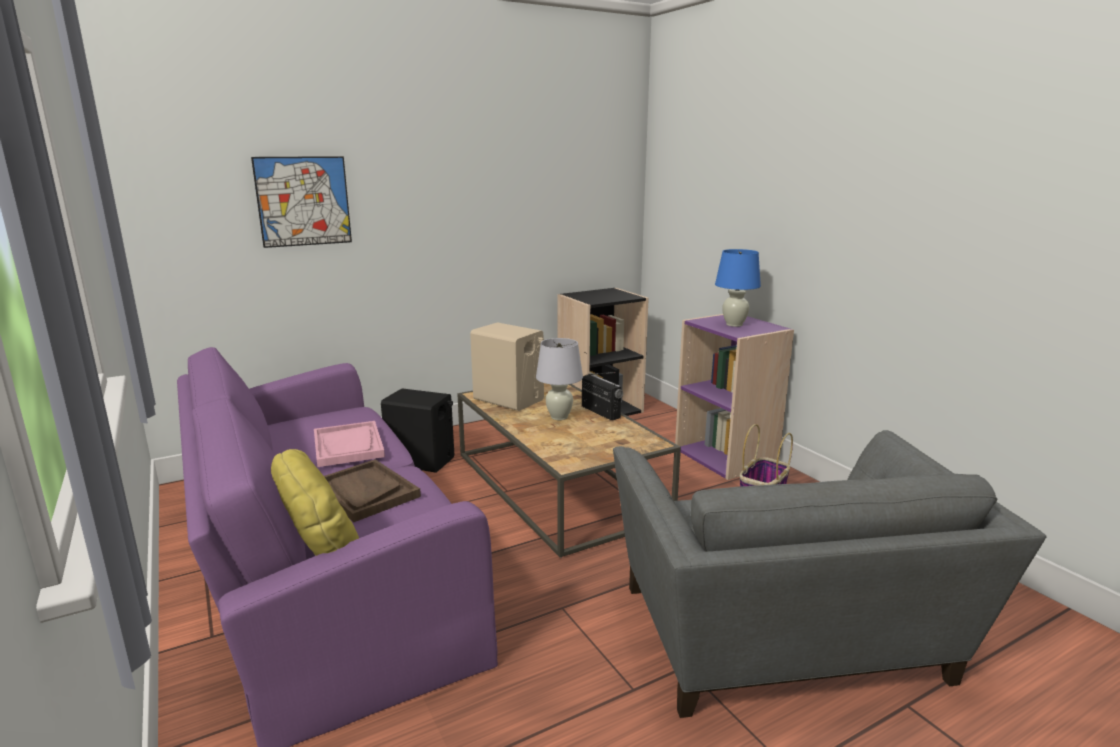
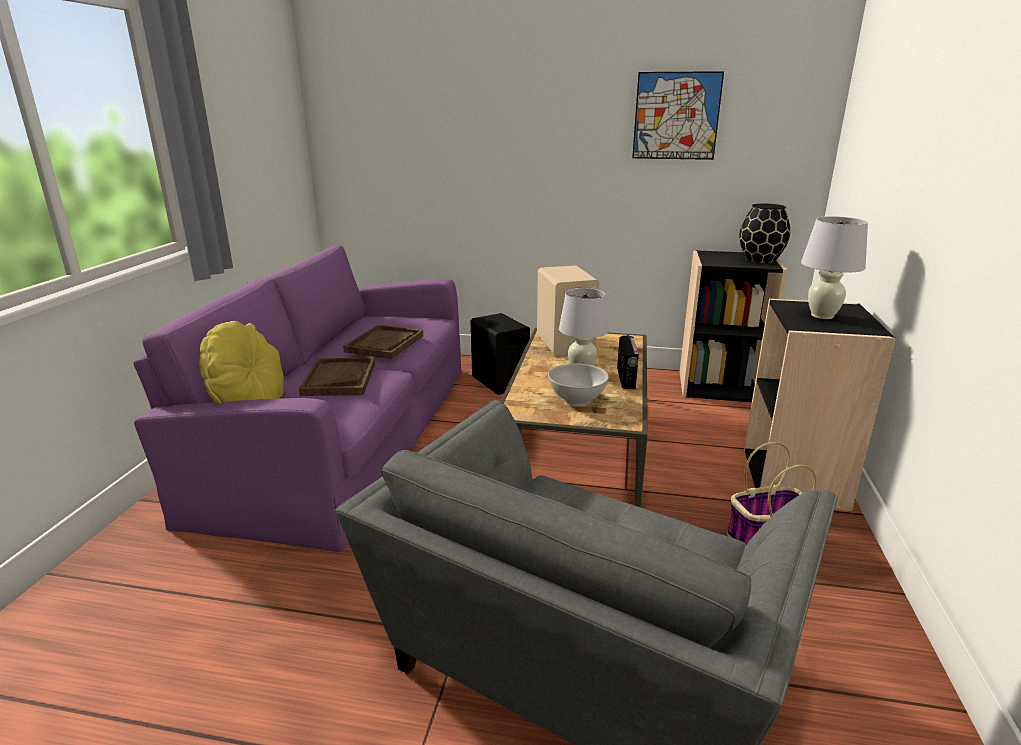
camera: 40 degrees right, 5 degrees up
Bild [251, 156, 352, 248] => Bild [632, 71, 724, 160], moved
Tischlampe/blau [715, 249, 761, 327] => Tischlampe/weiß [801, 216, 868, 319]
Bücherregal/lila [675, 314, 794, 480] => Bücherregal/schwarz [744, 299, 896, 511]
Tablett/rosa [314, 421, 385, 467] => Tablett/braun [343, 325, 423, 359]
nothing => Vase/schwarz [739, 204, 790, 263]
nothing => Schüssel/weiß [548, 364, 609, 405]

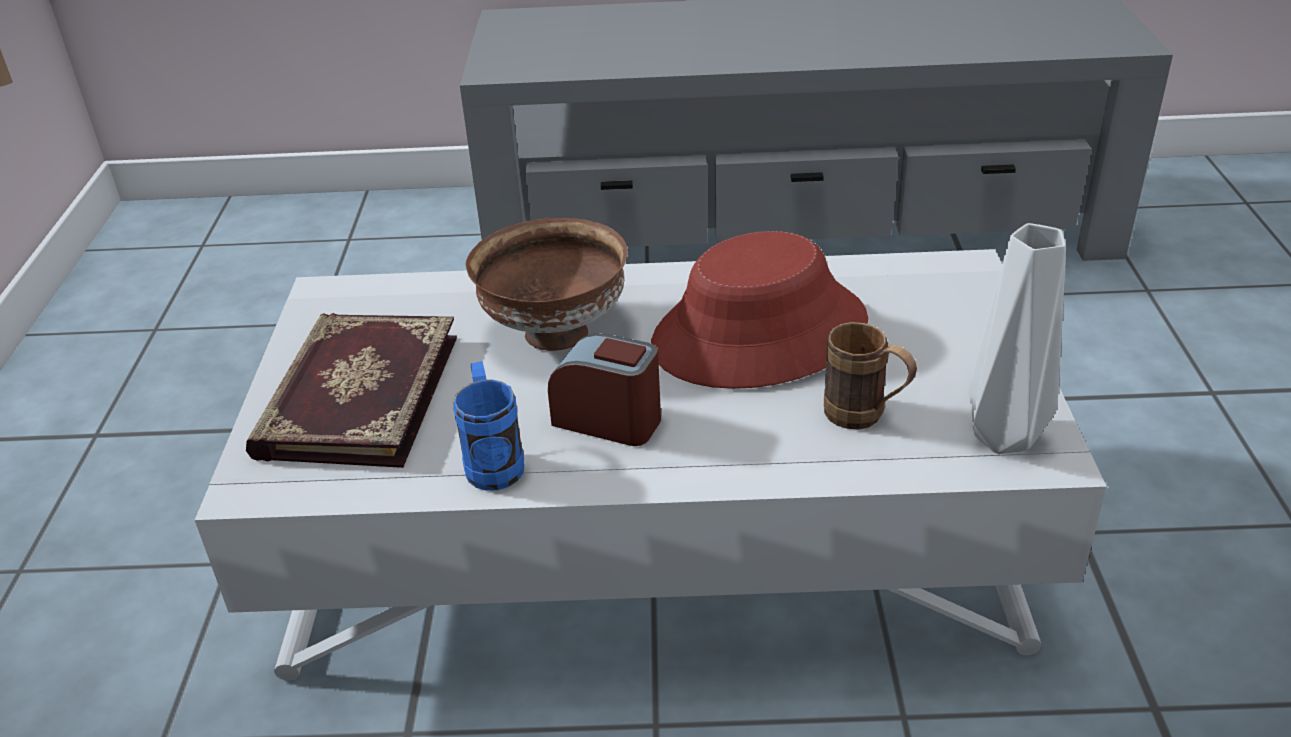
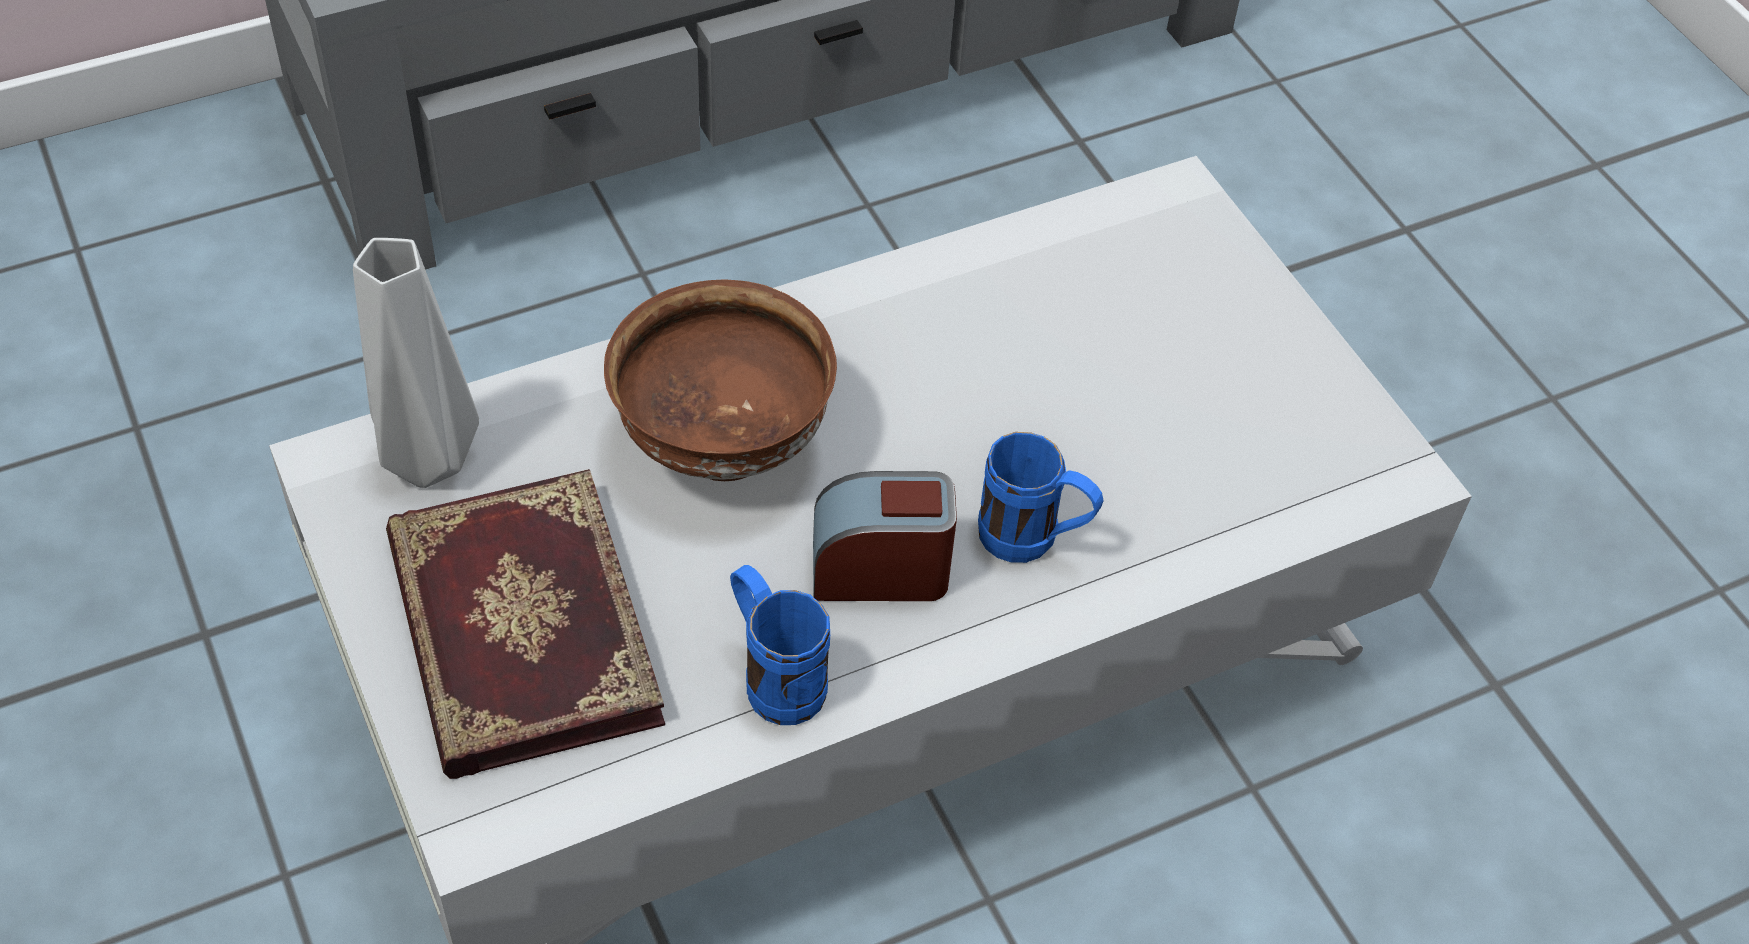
camera: 30 degrees left, 15 degrees up
Vase/grau [969, 223, 1066, 454] => Vase/grau [353, 238, 479, 488], moved
Hut/rot [651, 231, 868, 389] => nothing
Henkelbecher/braun [824, 322, 917, 430] => nothing
nothing => Henkelbecher/blau [978, 432, 1104, 563]

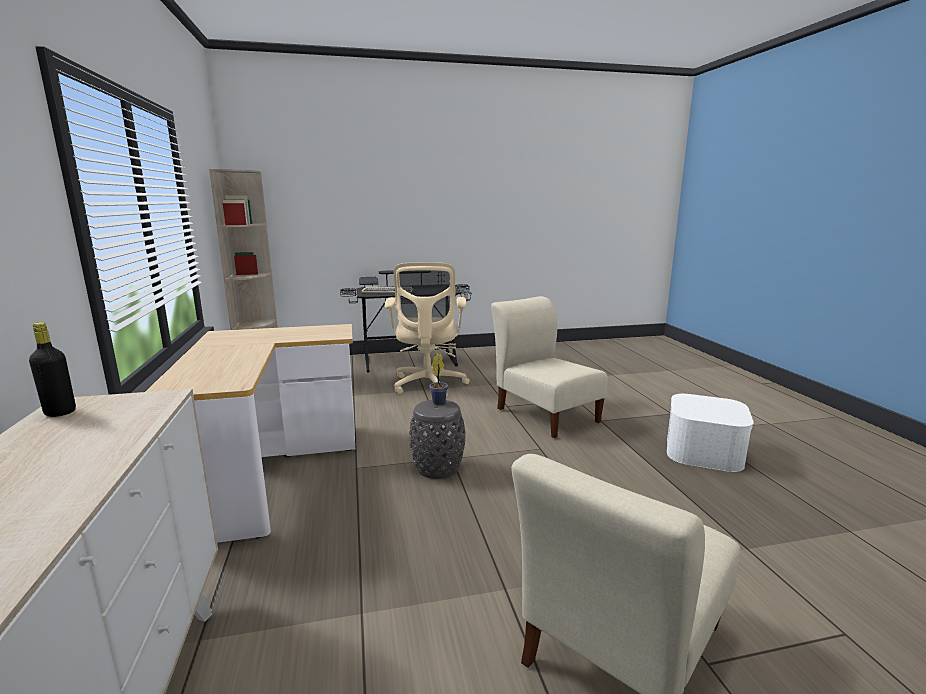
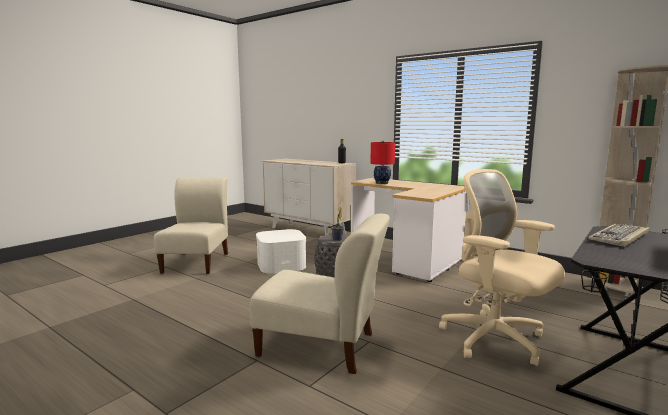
camera: 140 degrees right, 5 degrees down
Aufbewahrungsbox/weiß [667, 394, 754, 472] => Aufbewahrungsbox/weiß [256, 229, 306, 273], moved
nothing => Tischlampe/rot [370, 140, 395, 184]

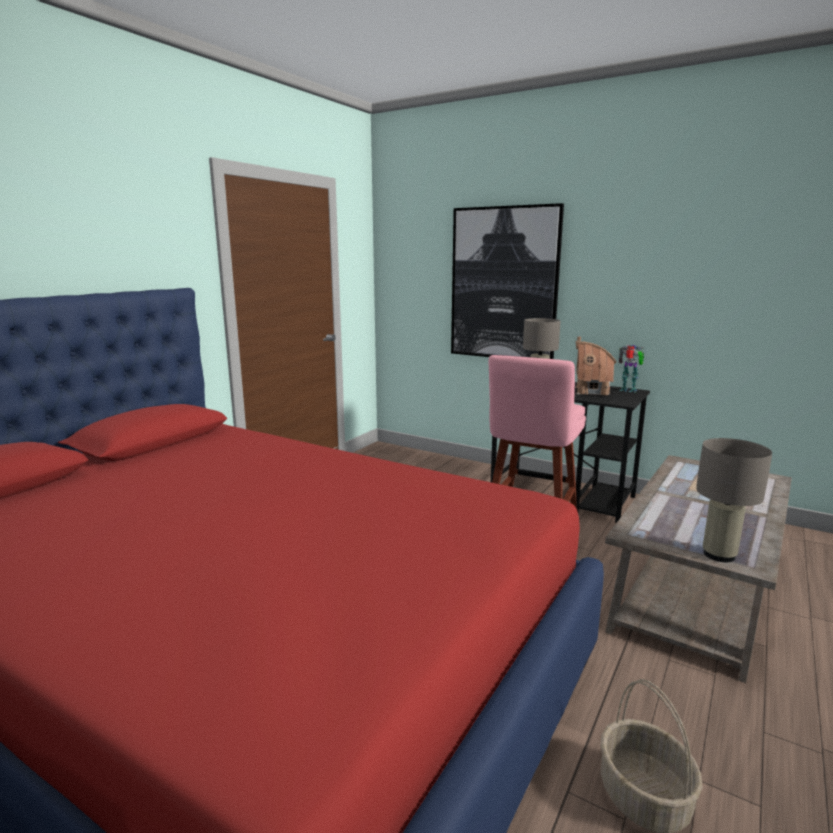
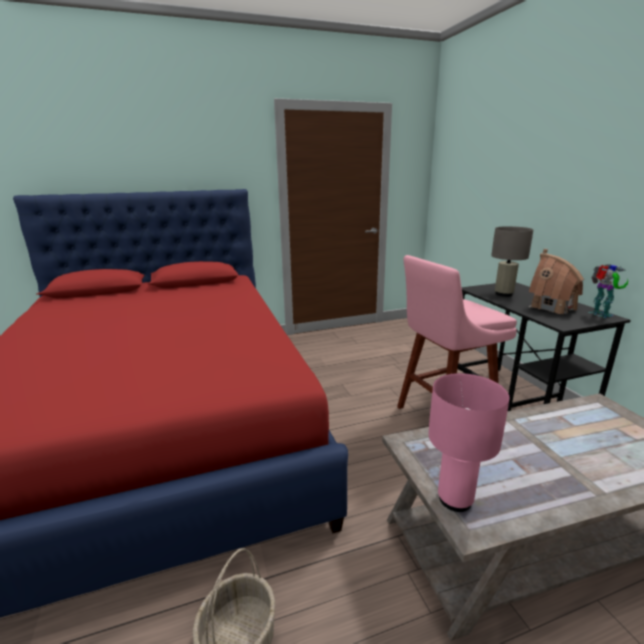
camera: 40 degrees right, 5 degrees up
Bild [451, 203, 564, 359] => nothing
Tischlampe/grau [696, 438, 772, 562] => Tischlampe/rosa [429, 373, 509, 512]

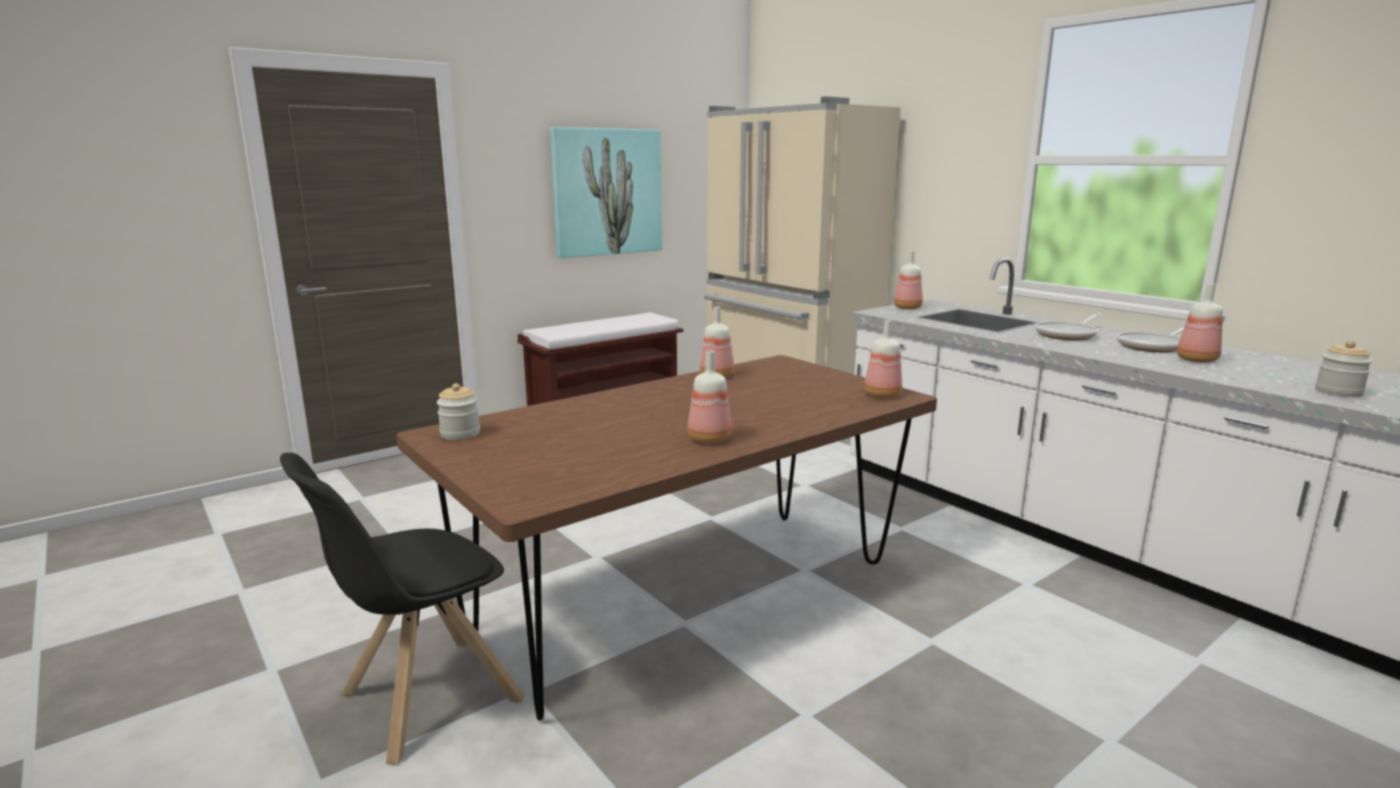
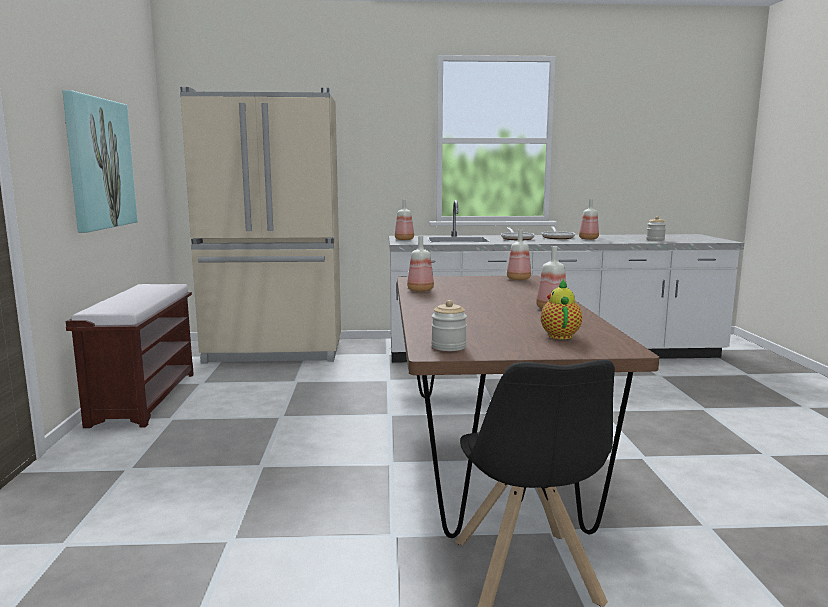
camera: 55 degrees left, 5 degrees down
nothing => Teekanne [541, 279, 582, 339]

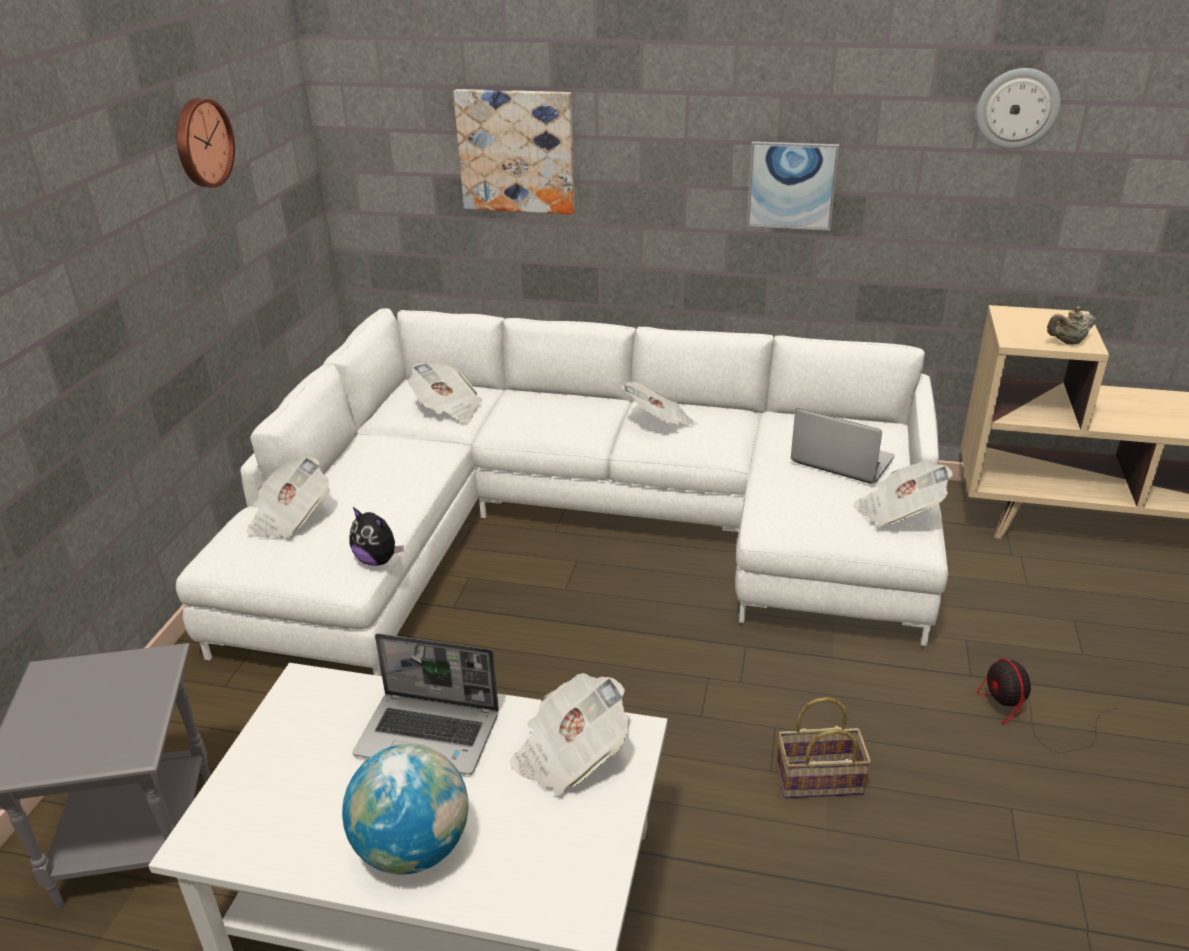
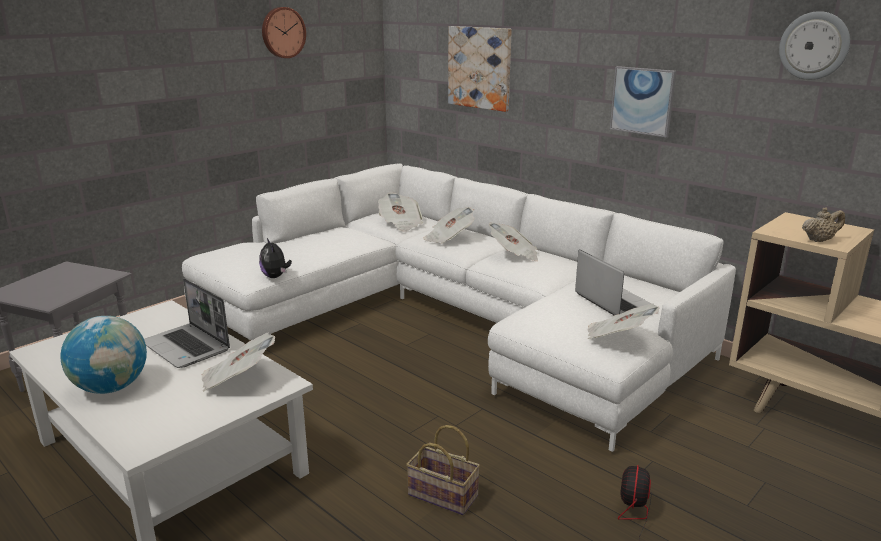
camera: 30 degrees right, 10 degrees down
Teekanne/beige [1047, 307, 1096, 345] => Teekanne/beige [802, 207, 845, 242], 150 degrees clockwise
Zeitung [247, 457, 329, 538] => Zeitung [424, 207, 475, 244], moved

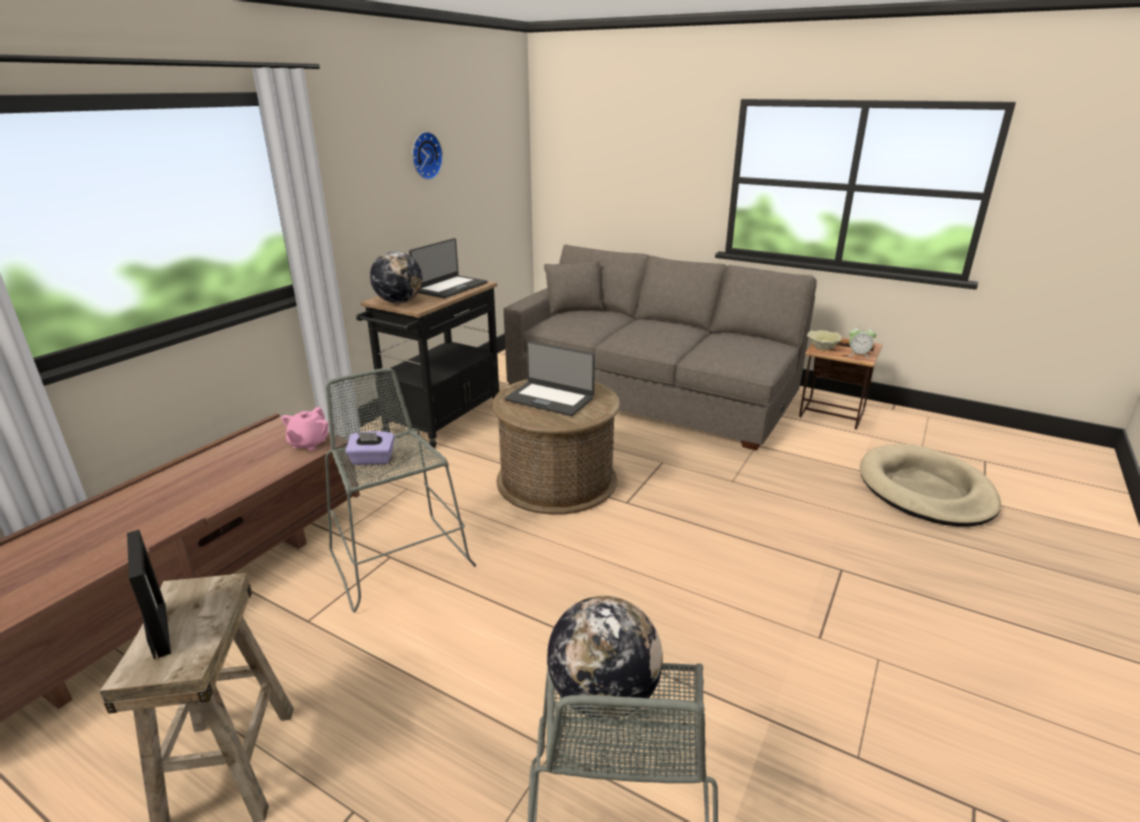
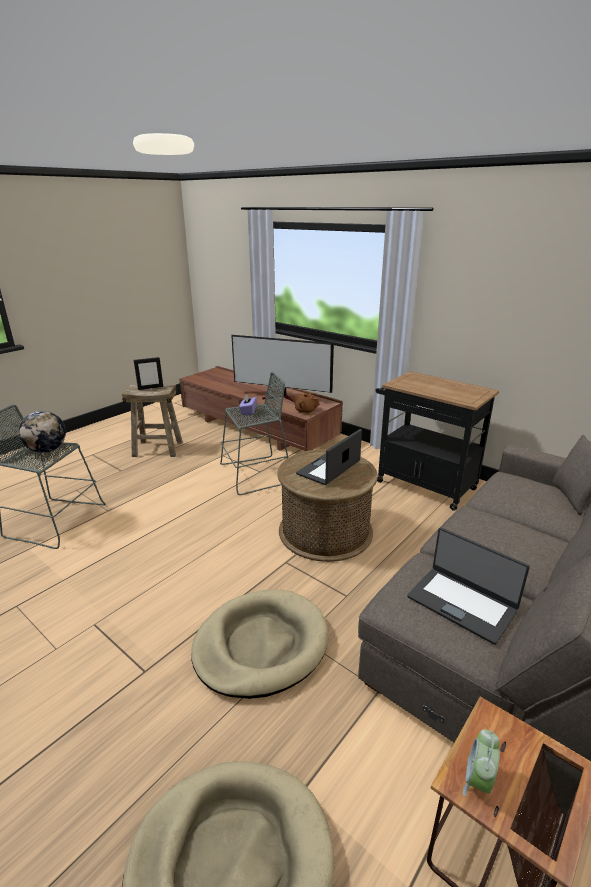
camera: 100 degrees right, 0 degrees up
Wanduhr [412, 132, 443, 180] => nothing
Laptop [409, 238, 487, 298] => Laptop [407, 527, 530, 645], moved
Globus [370, 251, 422, 303] => nothing
Schüssel/beige [807, 331, 842, 350] => nothing
Teekanne/rosa [281, 407, 329, 450] => Teekanne/braun [292, 393, 320, 414]
nothing => Fernseher [231, 335, 334, 402]
nothing => Hundebett/beige [191, 590, 329, 699]

